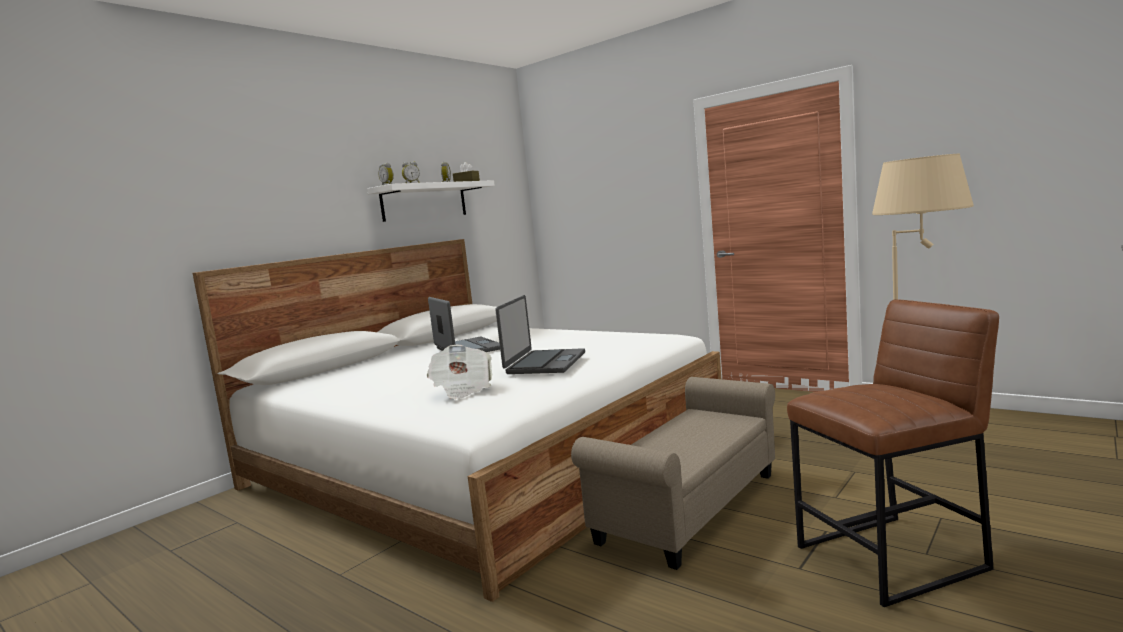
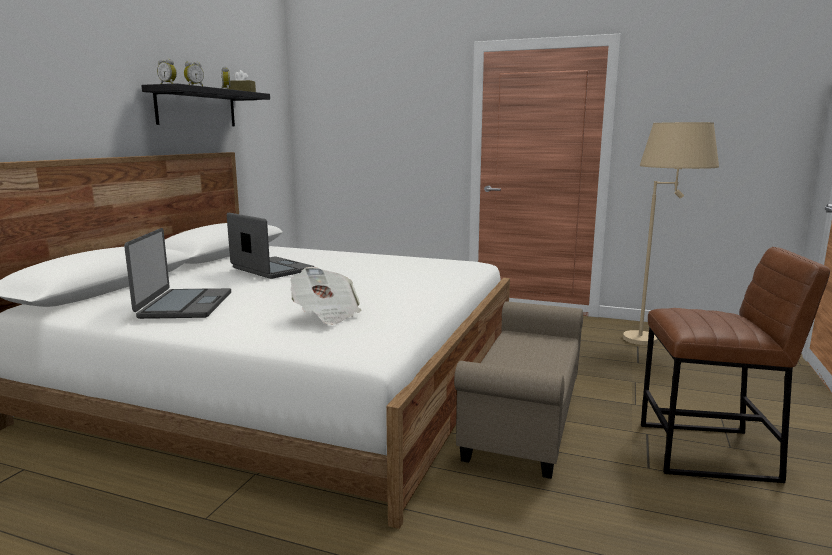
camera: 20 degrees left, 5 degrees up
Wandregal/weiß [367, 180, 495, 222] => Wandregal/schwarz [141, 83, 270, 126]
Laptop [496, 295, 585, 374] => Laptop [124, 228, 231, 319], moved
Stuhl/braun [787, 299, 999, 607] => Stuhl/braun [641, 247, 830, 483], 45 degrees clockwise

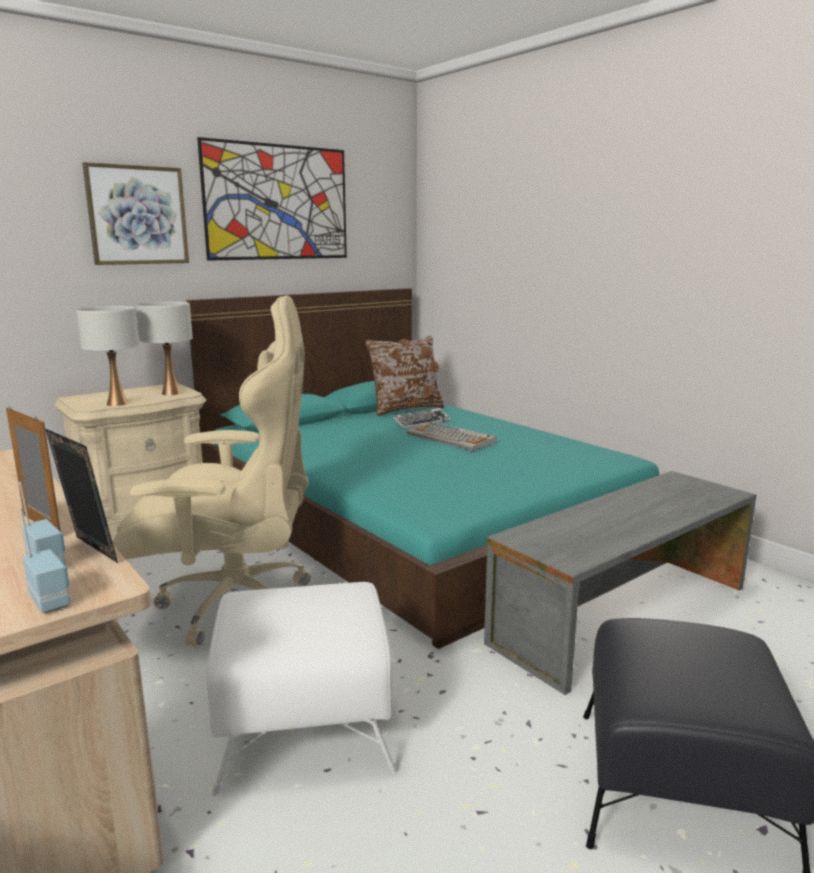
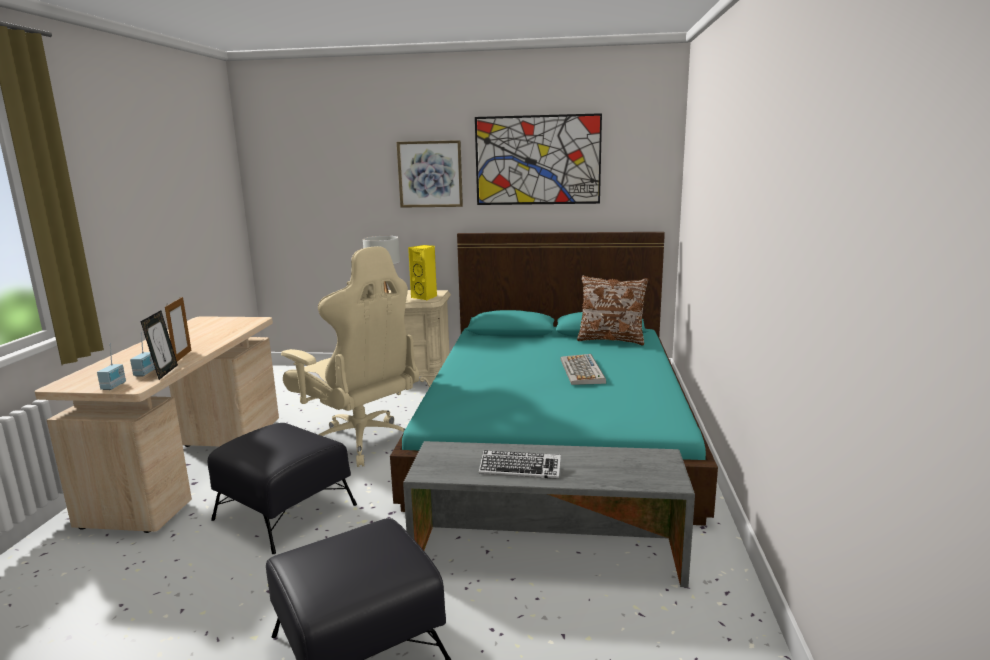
camera: 45 degrees right, 0 degrees up
Tischlampe/weiß [136, 302, 193, 395] => Lautsprecher/gelb [408, 245, 437, 301]
Tastatur [393, 408, 451, 429] => Tastatur [479, 450, 561, 479], moved
Polsterhocker/weiß [207, 582, 397, 796] => Polsterhocker/schwarz [208, 423, 357, 554]

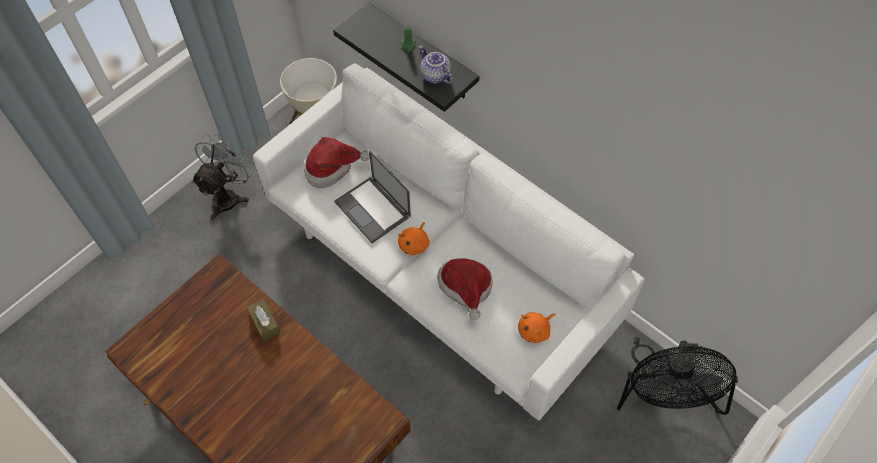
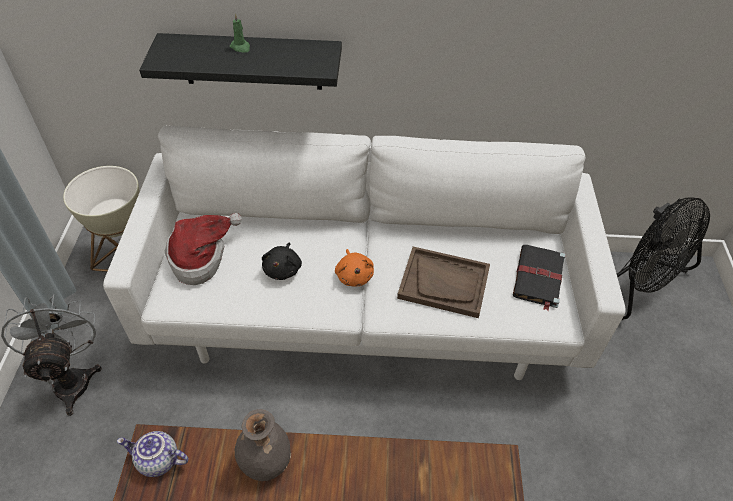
camera: 40 degrees left, 10 degrees down
Teekanne [419, 45, 453, 84] => Teekanne [117, 431, 188, 477], moved
Laptop [334, 151, 411, 243] => Plüschtier/schwarz [262, 243, 302, 280]
Hut [437, 258, 493, 320] => Tablett/braun [397, 246, 490, 318]
Taschentuchbox/braun [247, 299, 281, 341] => Vase/grau [235, 409, 291, 481]
Plüschtier/orange [518, 312, 556, 343] => Buch/schwarz [513, 245, 566, 311]

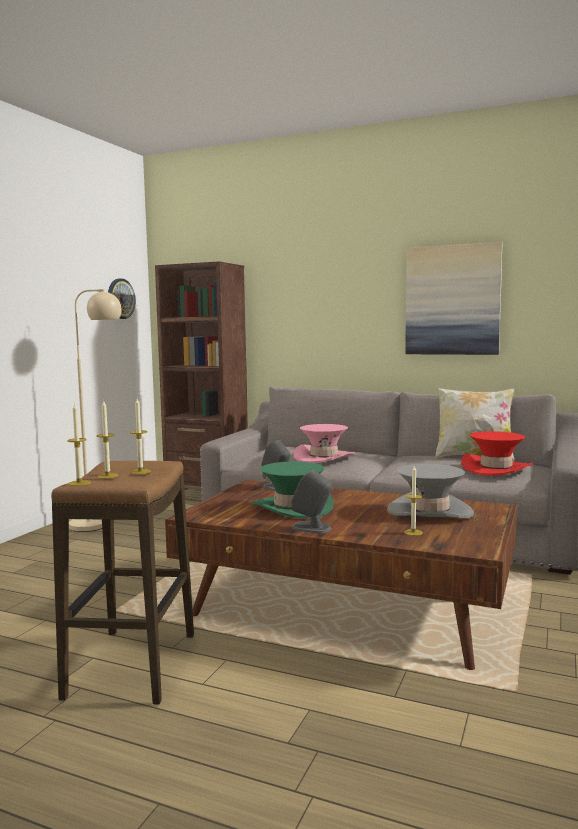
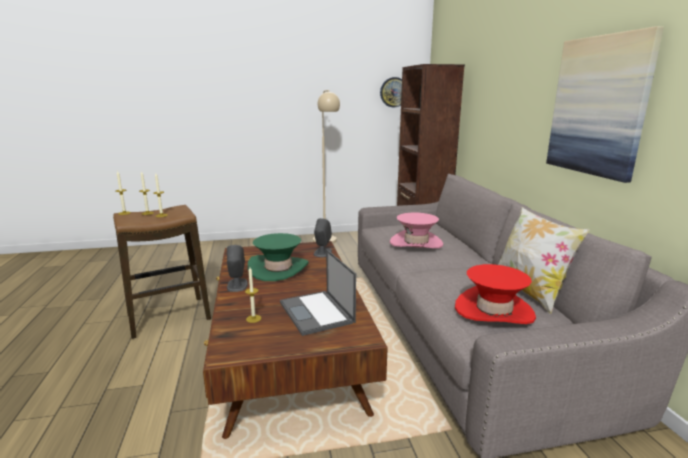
camera: 55 degrees right, 10 degrees up
Hut/grau [387, 464, 474, 518] => Laptop [280, 249, 356, 336]

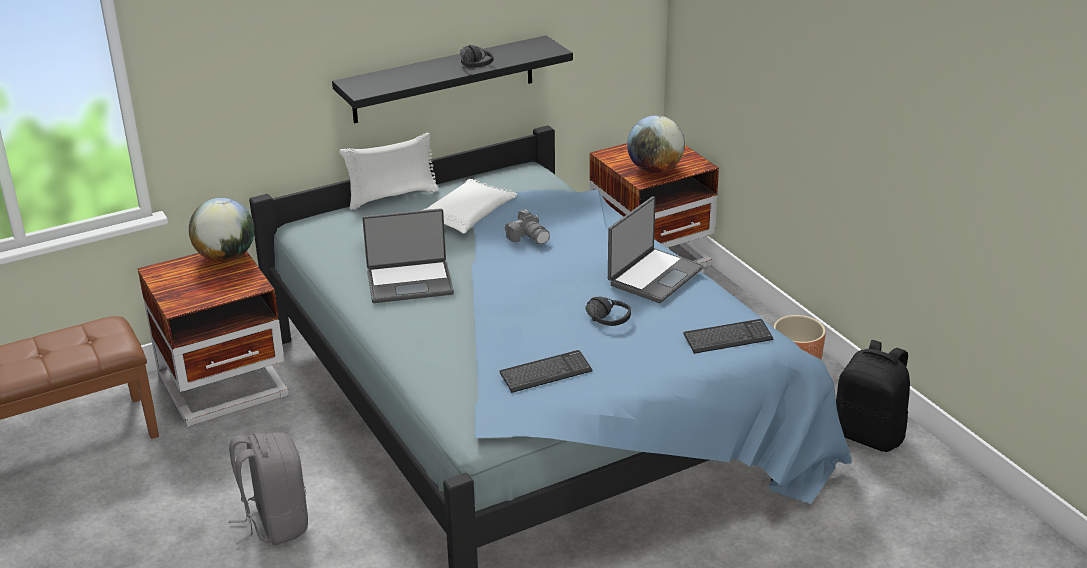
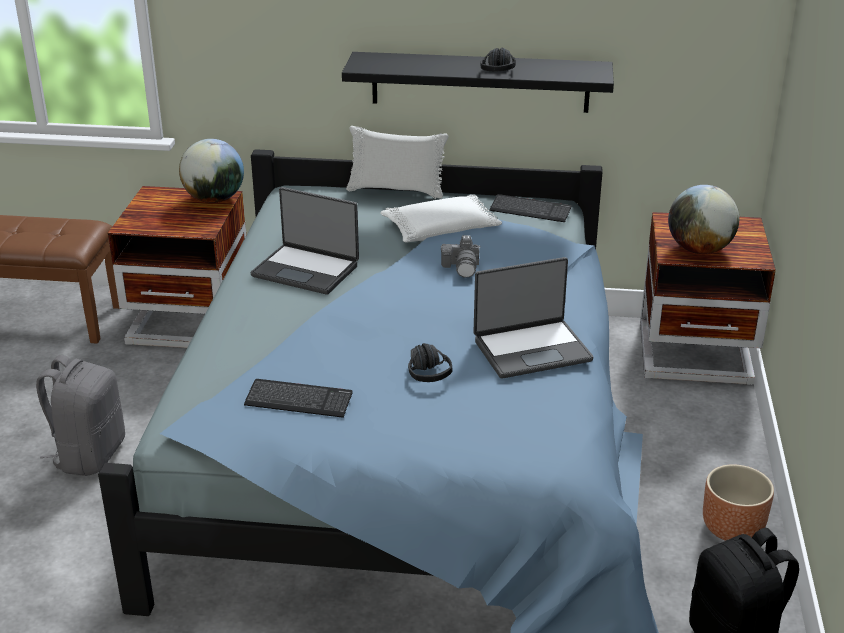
camera: 35 degrees right, 0 degrees up
Tastatur [683, 319, 774, 354] => Tastatur [489, 194, 572, 222], moved

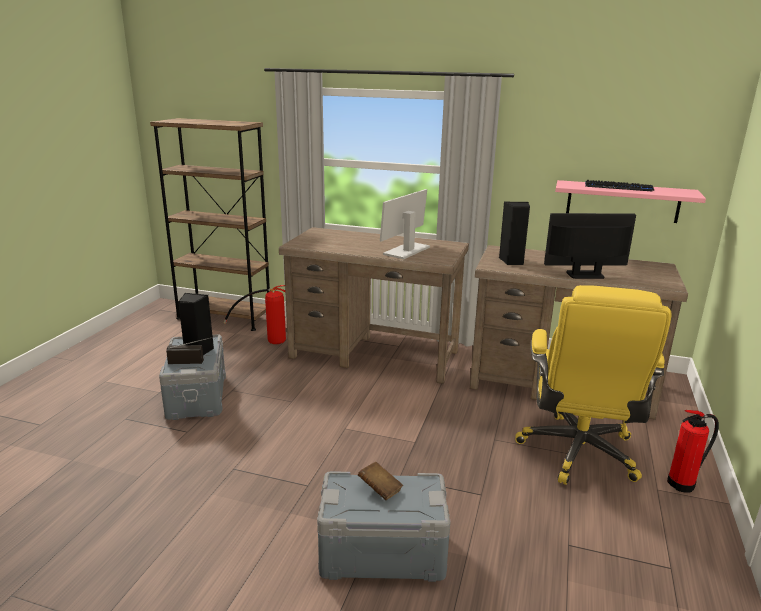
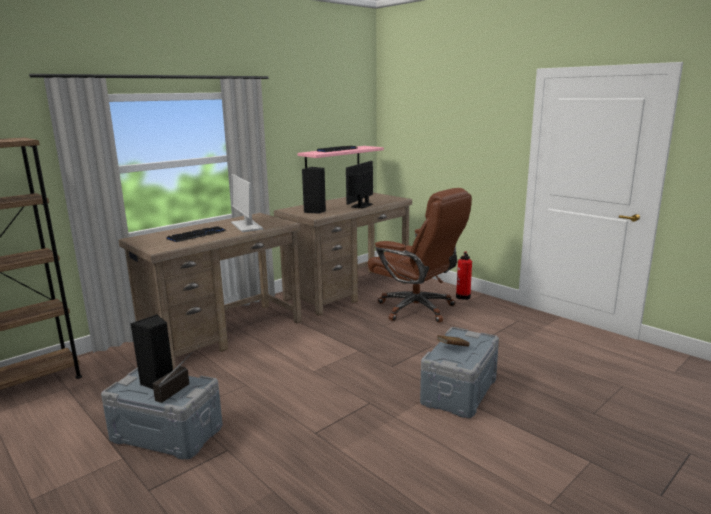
camera: 60 degrees left, 5 degrees down
Feuerlöscher [224, 285, 286, 344] => nothing
Bürostuhl/gelb [515, 285, 672, 485] => Bürostuhl/braun [368, 188, 472, 323]
nothing => Tastatur [166, 226, 226, 242]

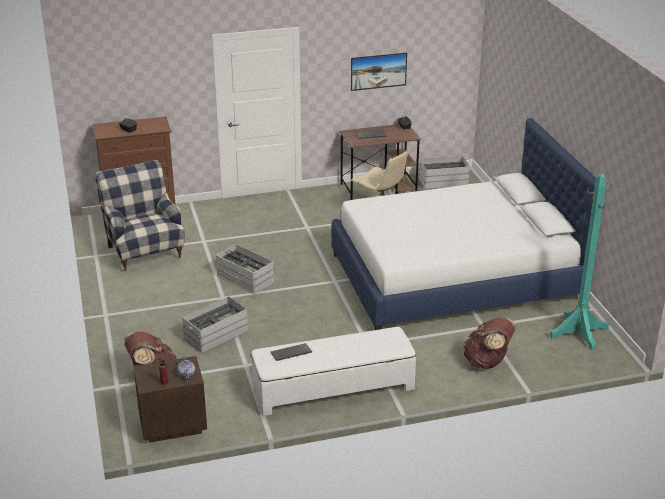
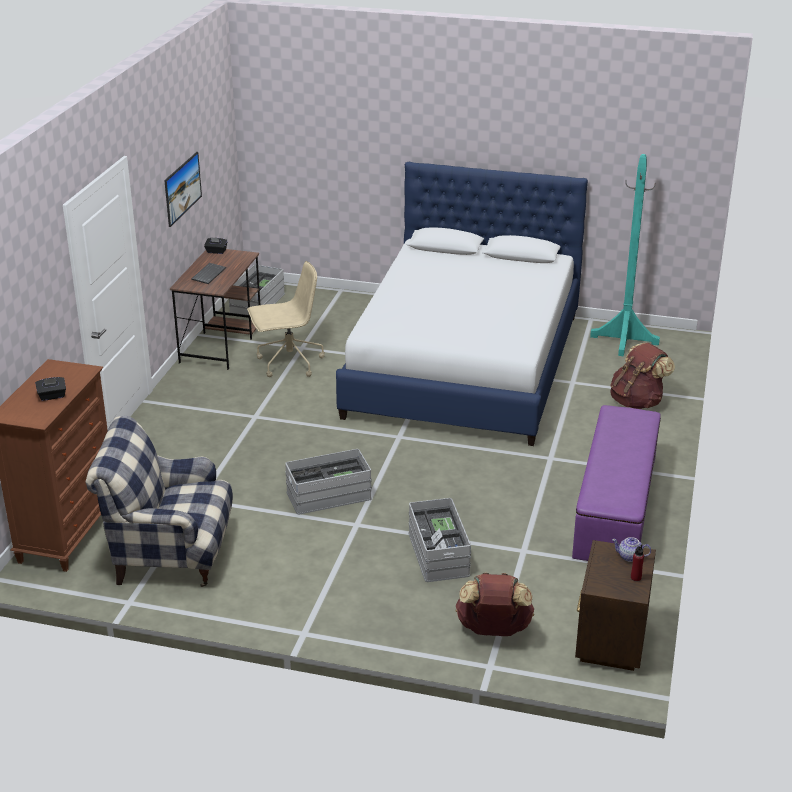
camera: 60 degrees left, 0 degrees up
Bank/weiß [251, 327, 416, 416] => Bank/lila [572, 405, 661, 561]
Tastatur [270, 343, 312, 361] => nothing

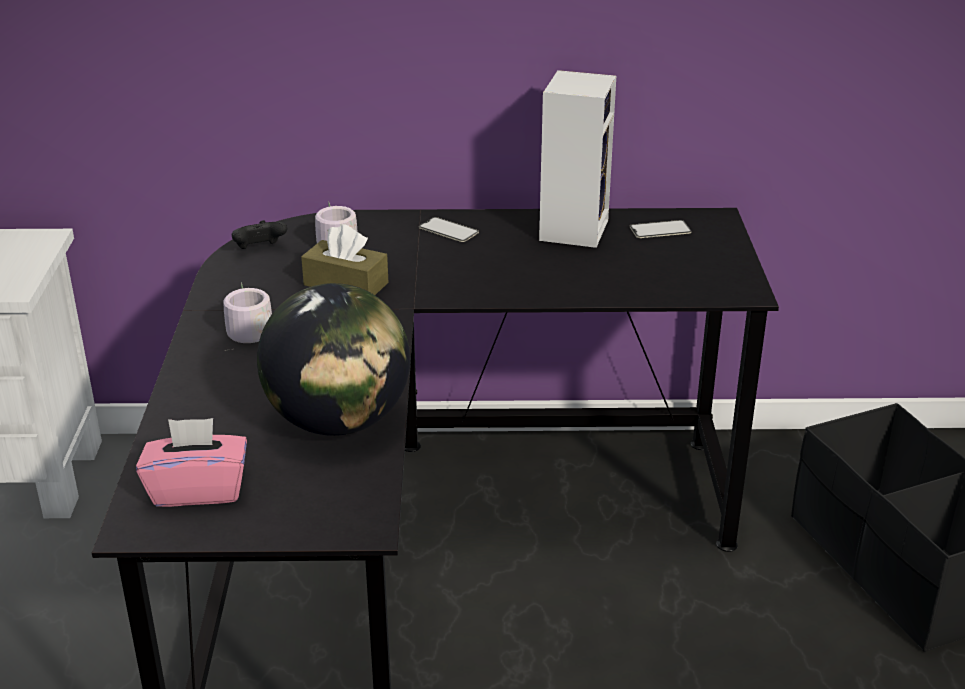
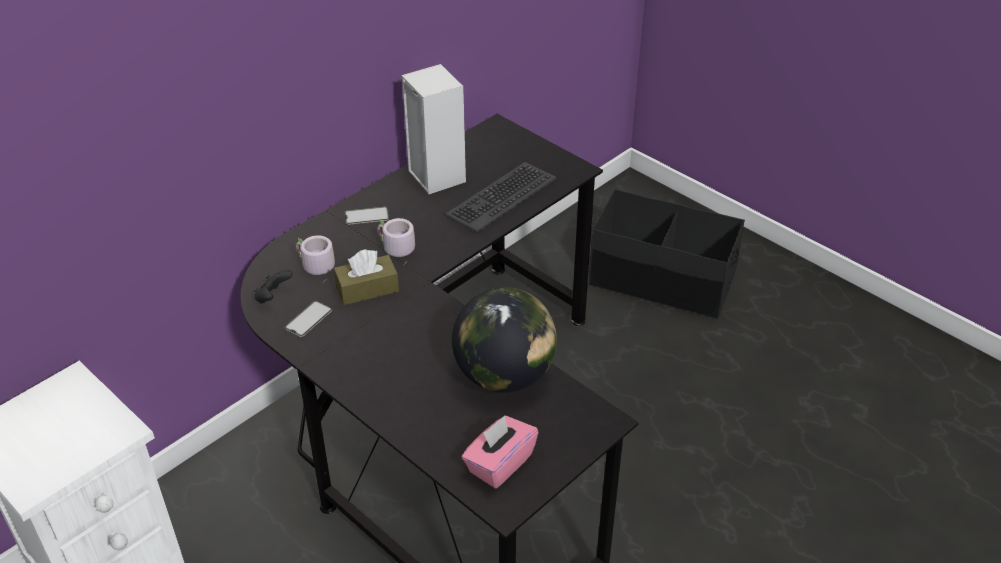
camera: 45 degrees left, 10 degrees up
Handy [630, 220, 692, 238] => Handy [285, 301, 332, 337], moved
Henkelbecher/grau [224, 282, 272, 351] => Henkelbecher/grau [377, 218, 415, 262], moved
nothing => Tastatur [445, 162, 557, 233]

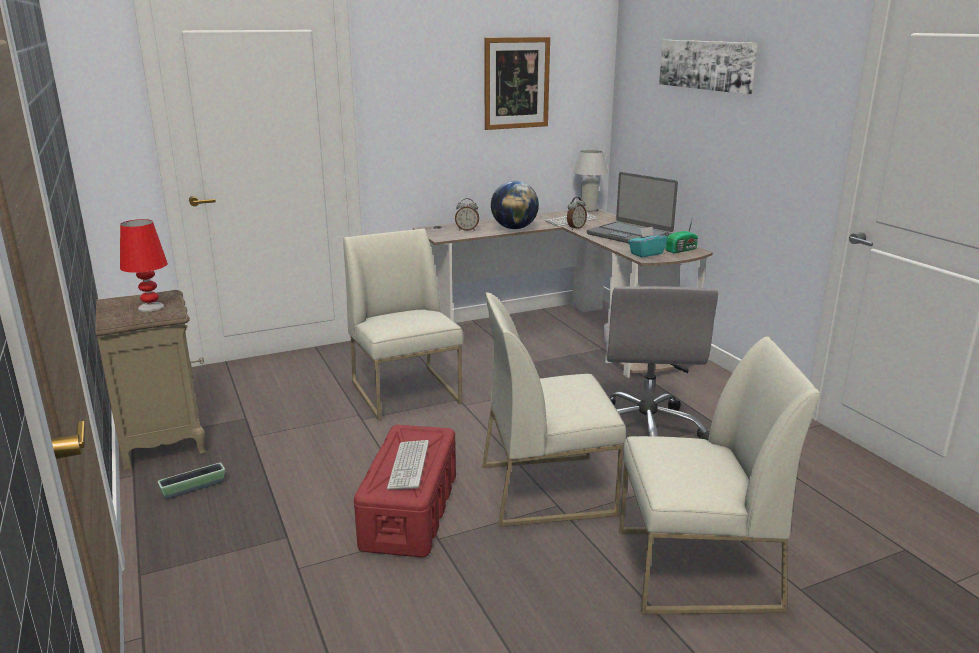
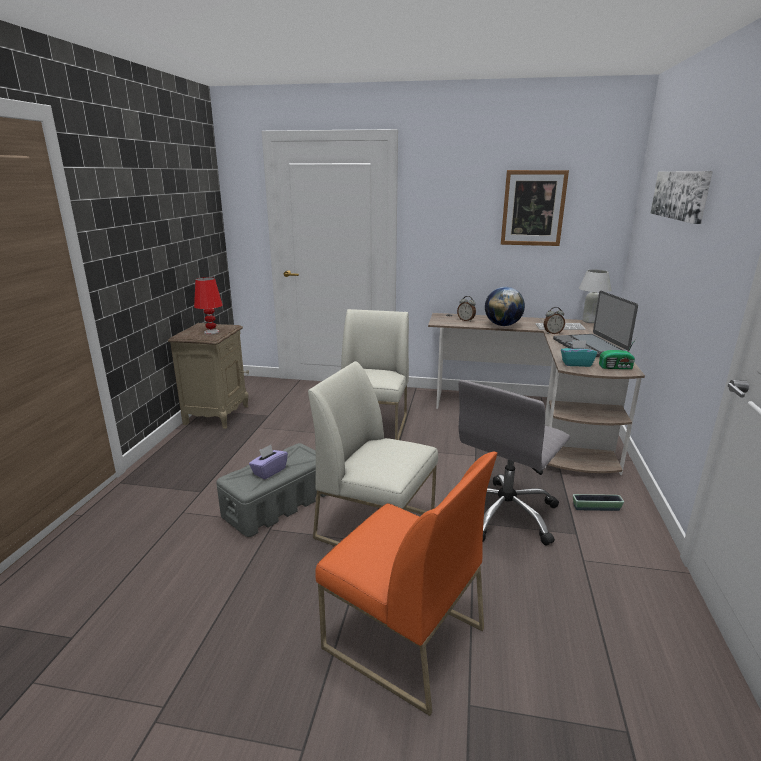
camera: 35 degrees right, 0 degrees up
Stuhl/weiß [619, 336, 820, 614] => Stuhl/orange [315, 452, 498, 716]
Aufbewahrungsbox/rot [354, 425, 456, 557] => Aufbewahrungsbox/grau [216, 443, 327, 537]
Tastatur [387, 440, 429, 490] => Taschentuchbox/lila [249, 445, 288, 479]
Pflanzkübel [158, 463, 225, 499] => Pflanzkübel [573, 494, 624, 511], moved

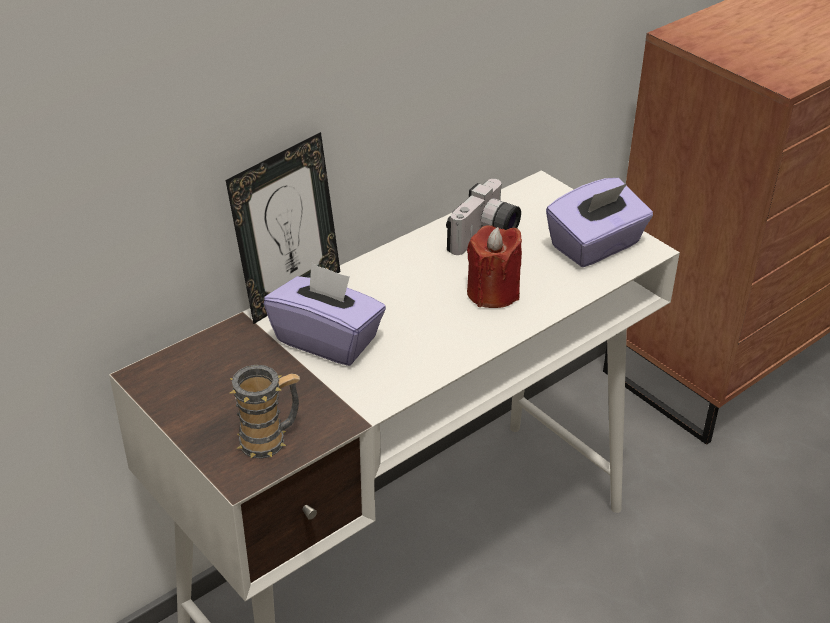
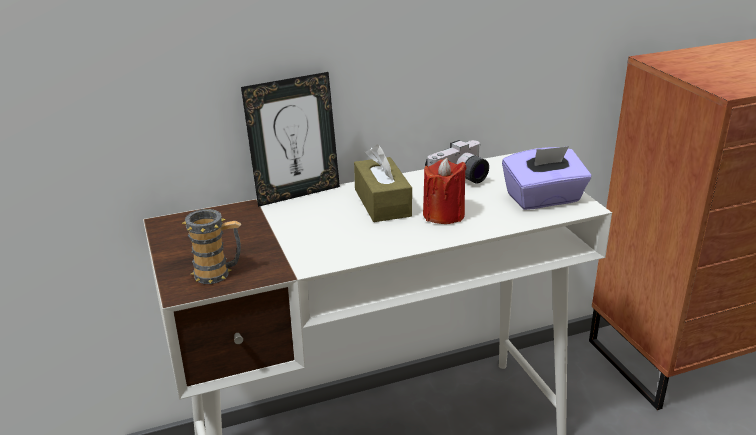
camera: 20 degrees right, 10 degrees down
Taschentuchbox/lila [264, 262, 386, 366] => nothing
nothing => Taschentuchbox/braun [354, 145, 412, 222]

